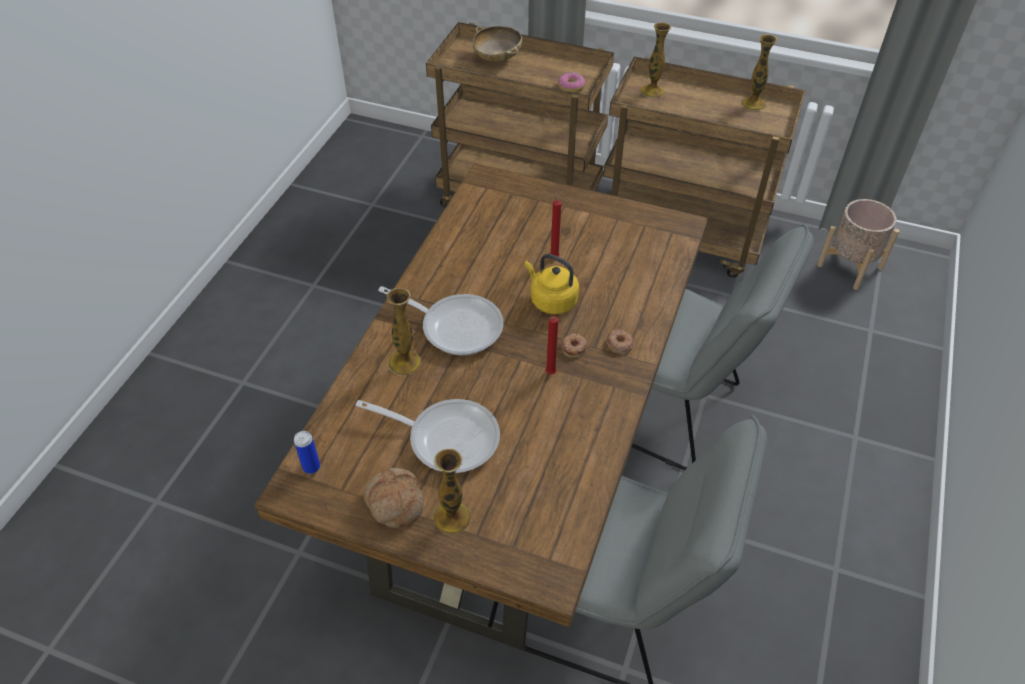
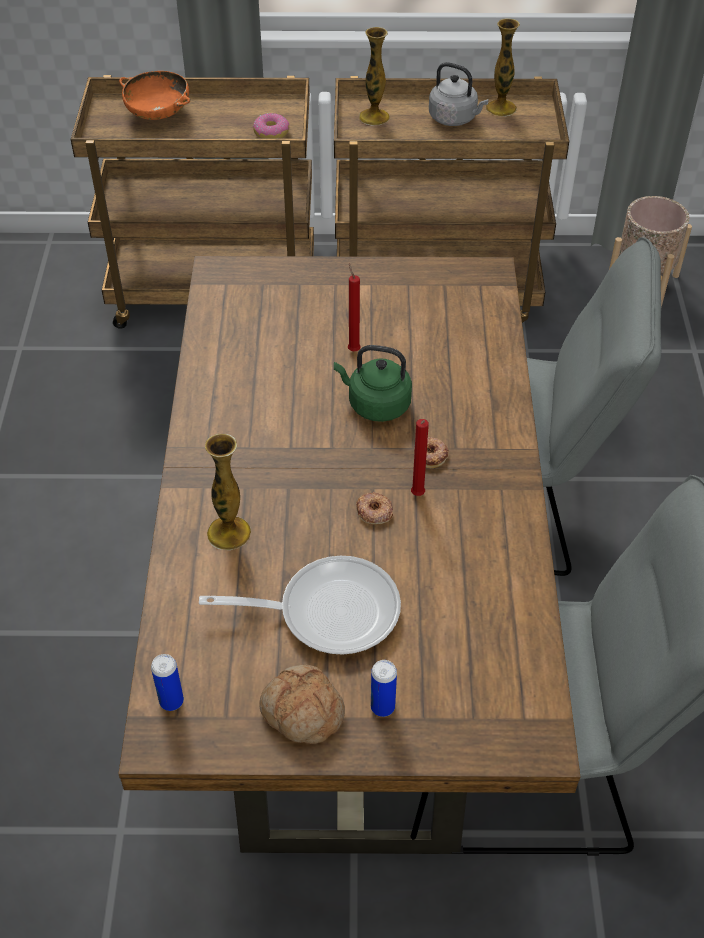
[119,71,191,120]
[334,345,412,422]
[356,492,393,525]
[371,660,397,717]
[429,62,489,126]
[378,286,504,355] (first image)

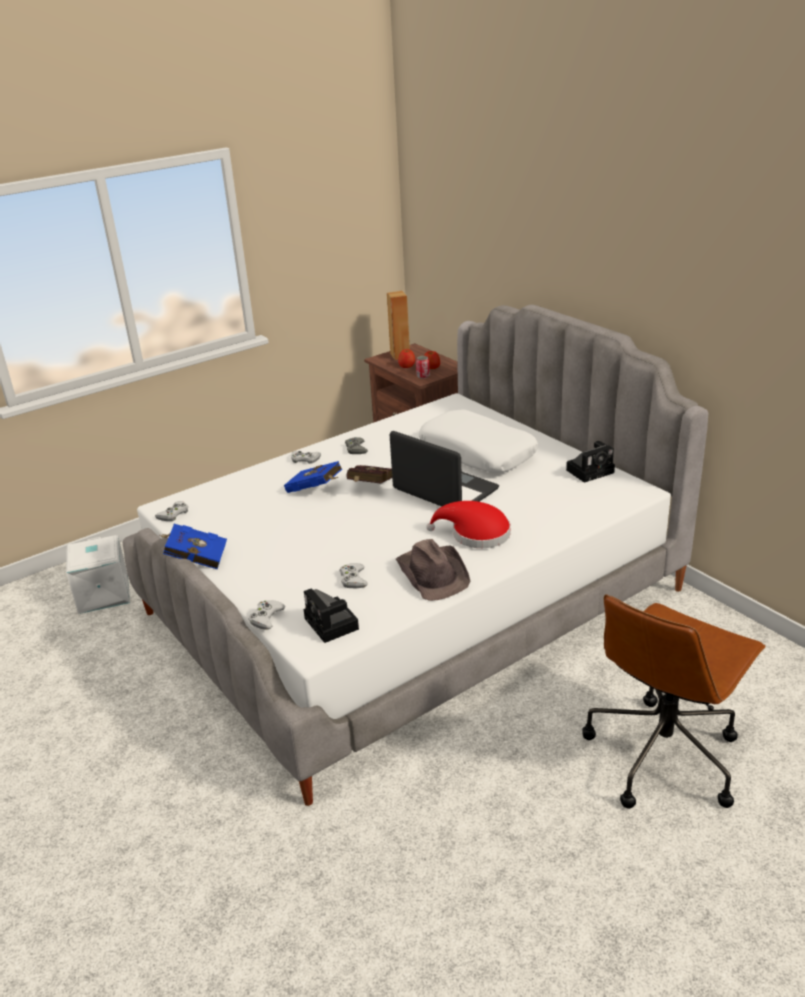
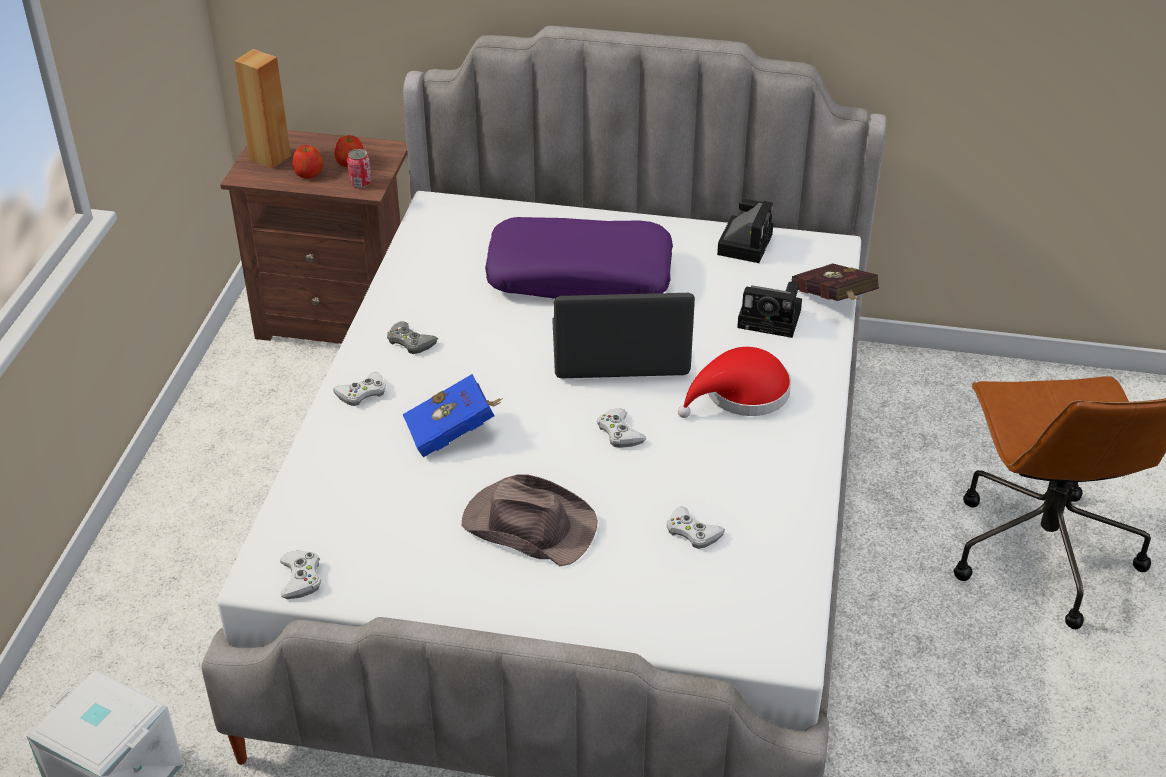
[461,474,598,566]
[485,217,673,299]
[597,408,646,448]
[737,282,802,338]
[792,263,879,301]
[160,524,227,570] (first image)

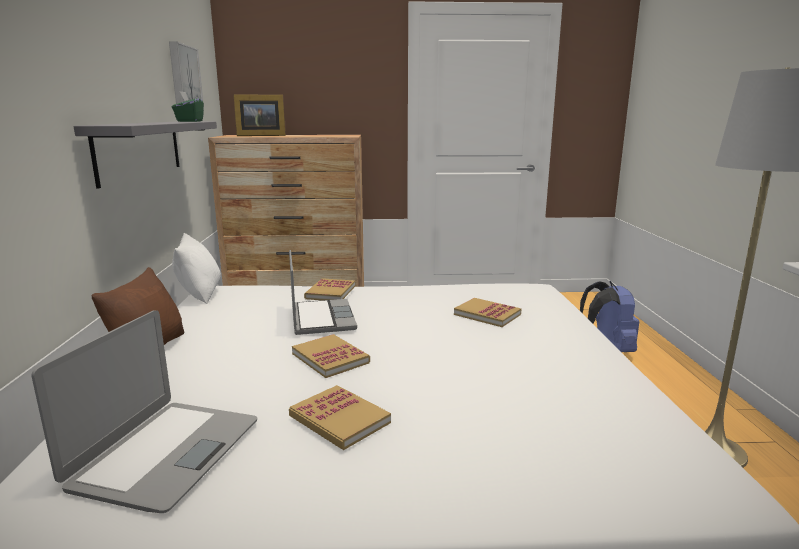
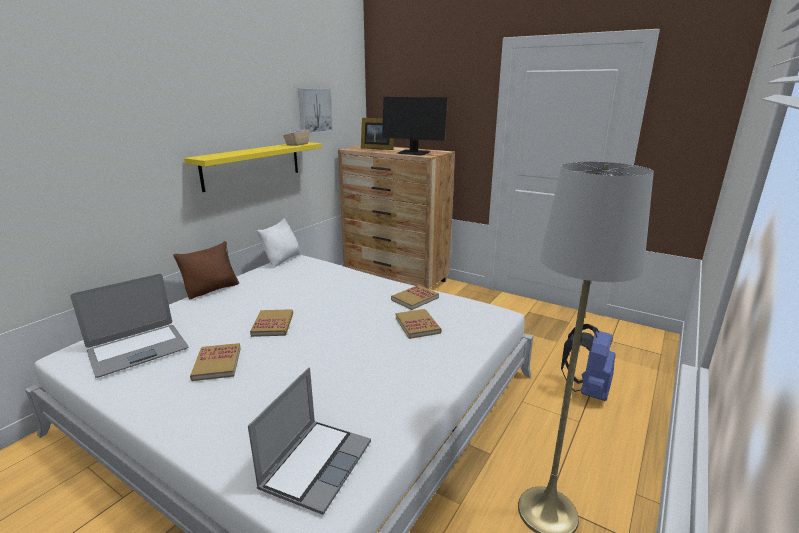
[184,142,322,192]
[248,367,371,515]
[283,124,310,146]
[382,97,447,155]
[391,285,439,310]

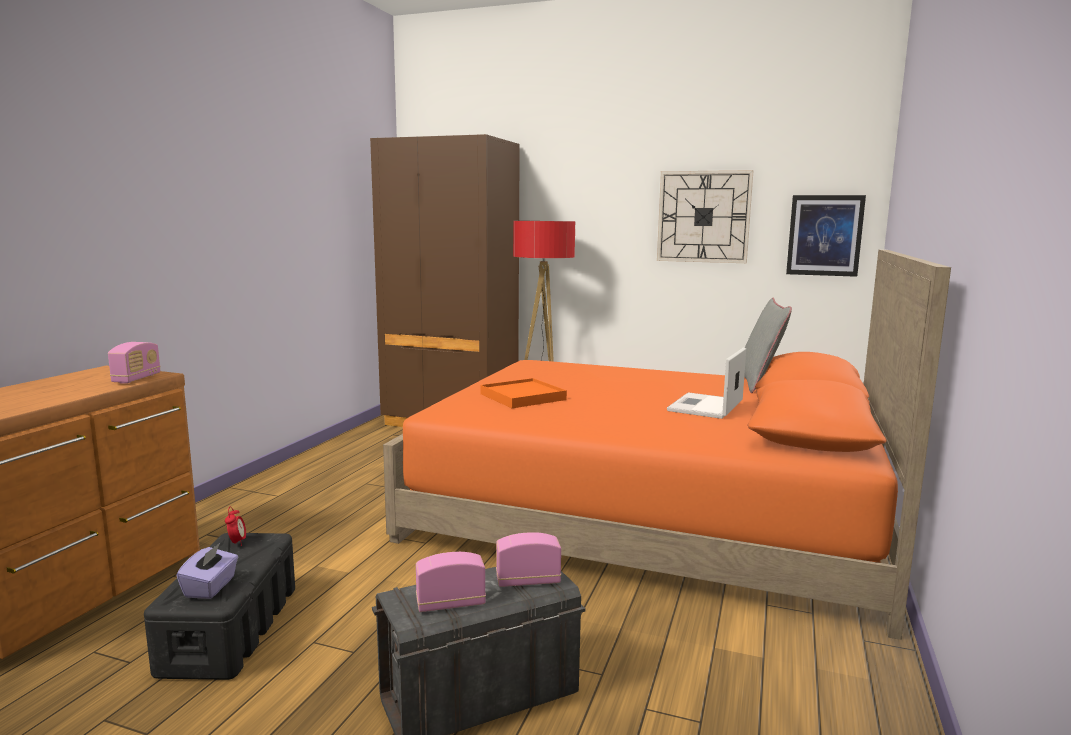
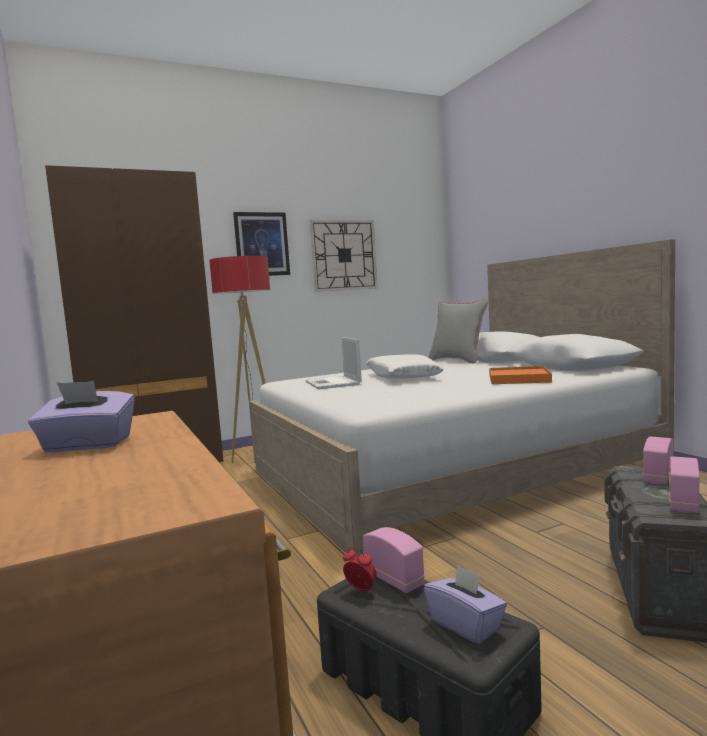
[28,381,135,452]
[233,212,290,276]
[249,239,675,557]
[306,337,362,389]
[363,527,425,593]
[366,354,444,379]
[489,366,552,384]

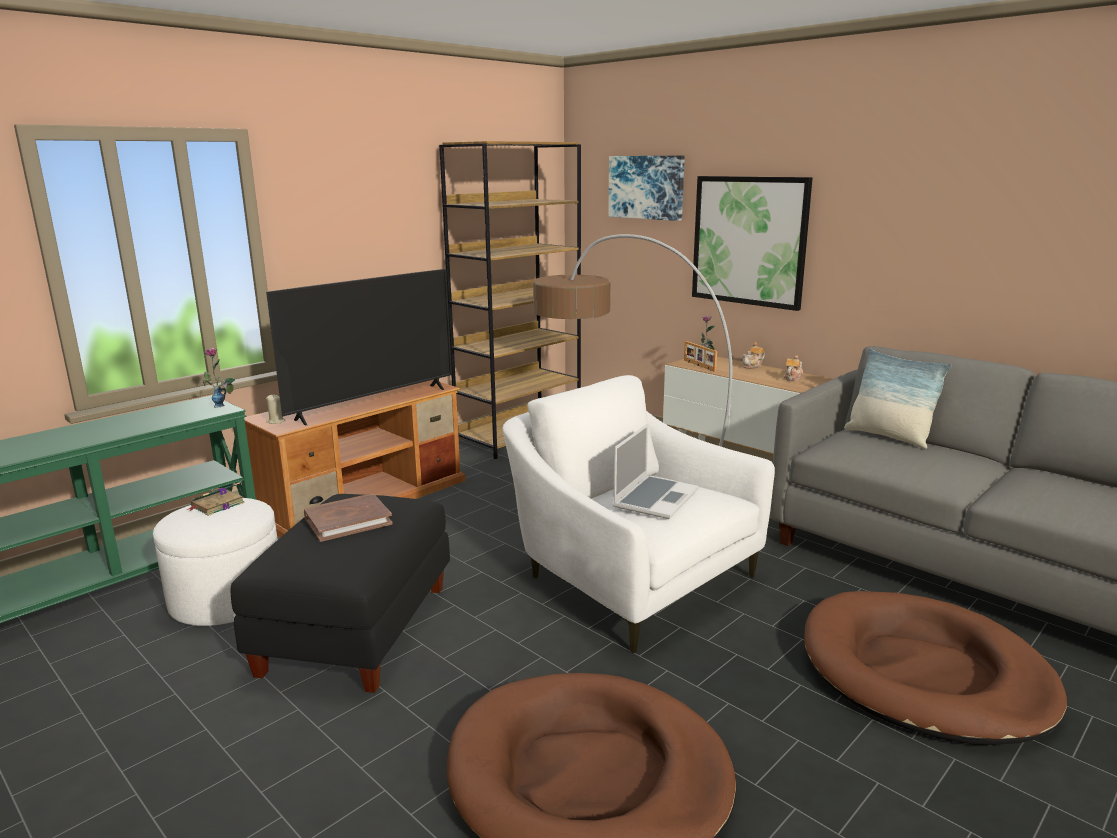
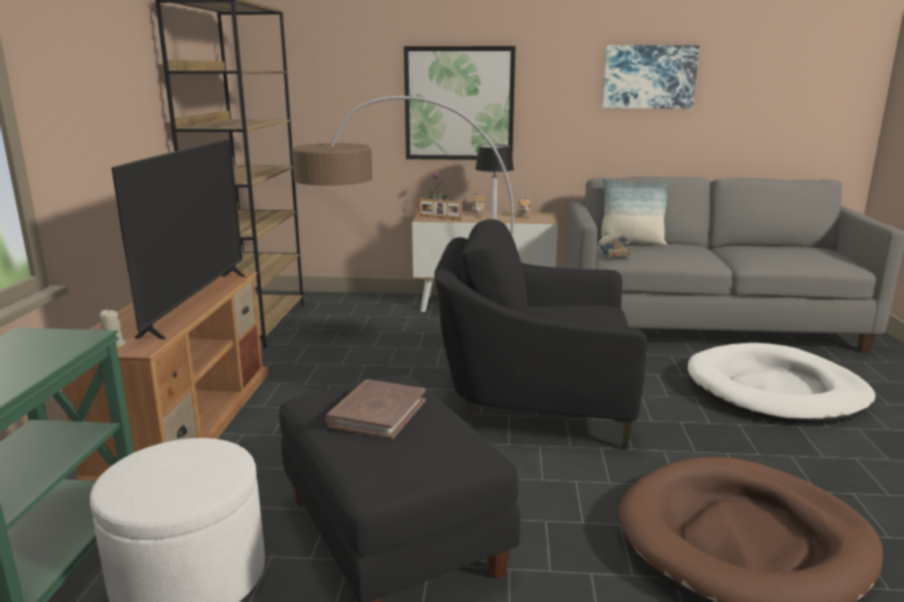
[434,219,647,450]
[475,144,514,220]
[601,235,632,257]
[602,45,699,109]
[688,343,875,423]
[203,348,235,408] (first image)
[613,424,699,519] (first image)

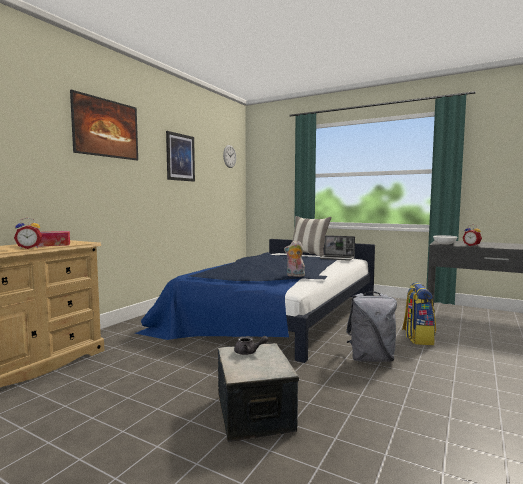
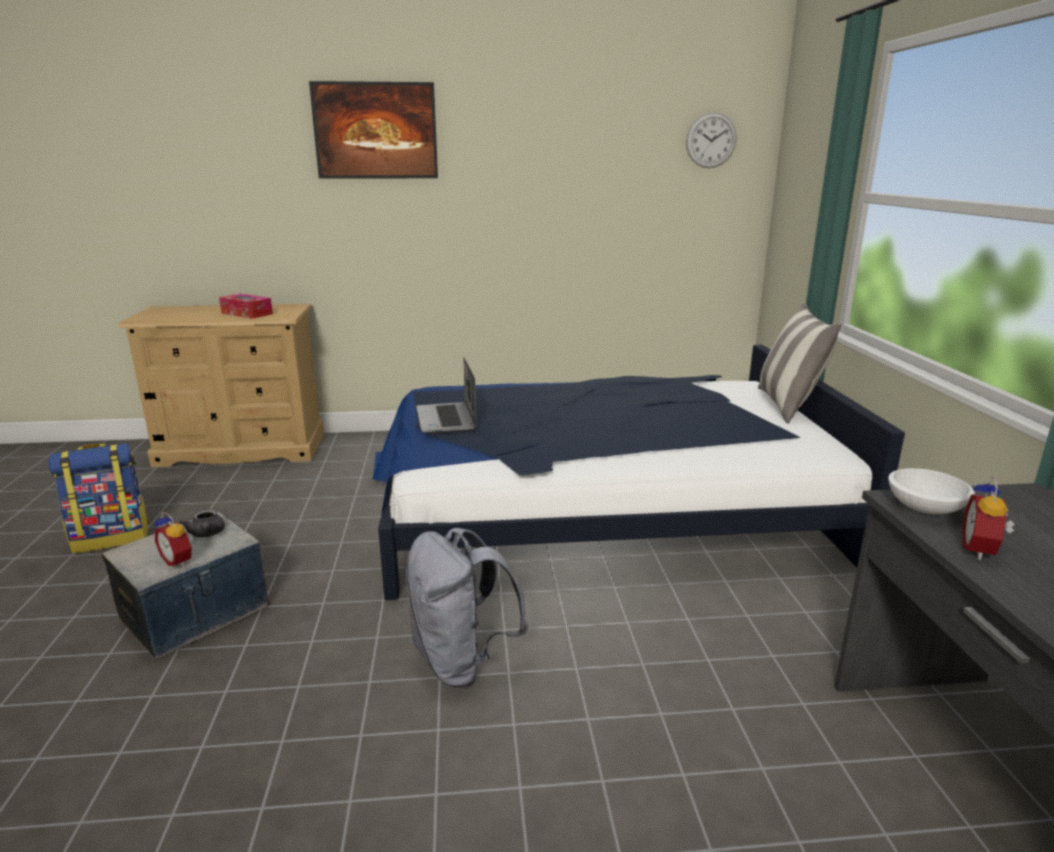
[48,443,149,553]
[155,512,193,567]
[416,357,476,433]
[166,131,195,182] (first image)
[284,241,305,277] (first image)

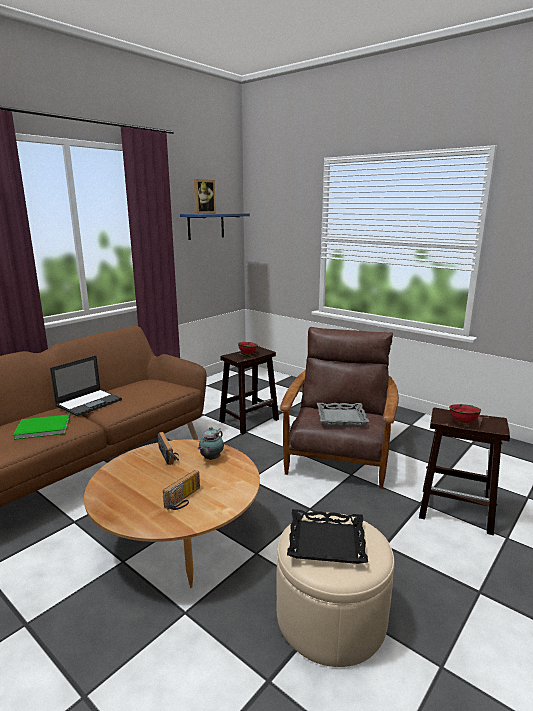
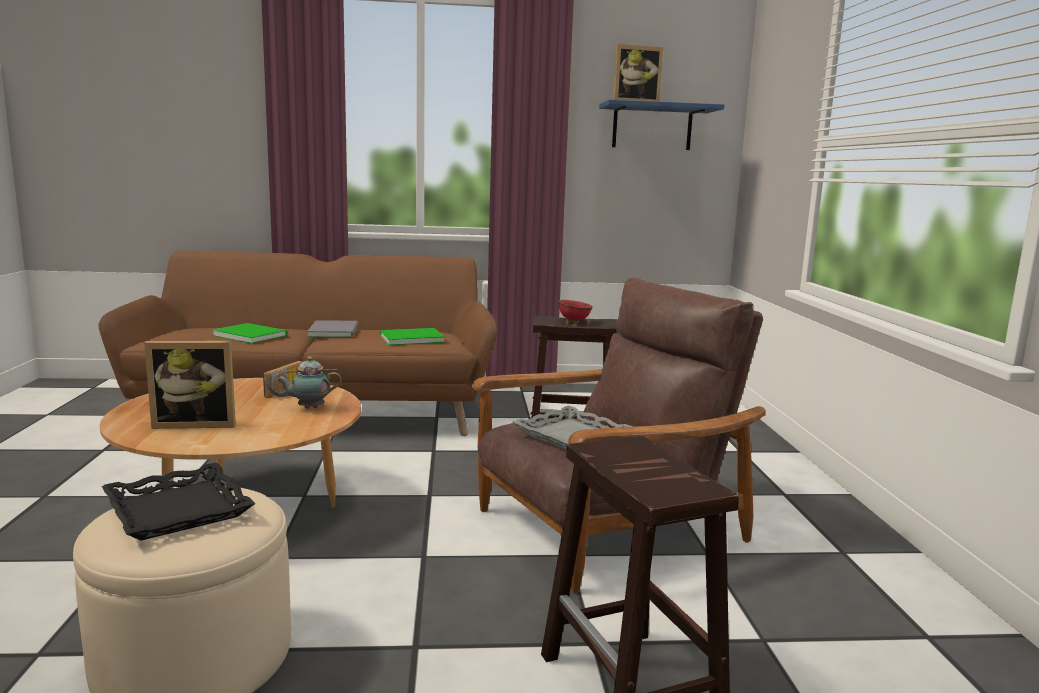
[144,341,236,429]
[307,320,358,337]
[380,328,445,345]
[449,404,481,425] (first image)

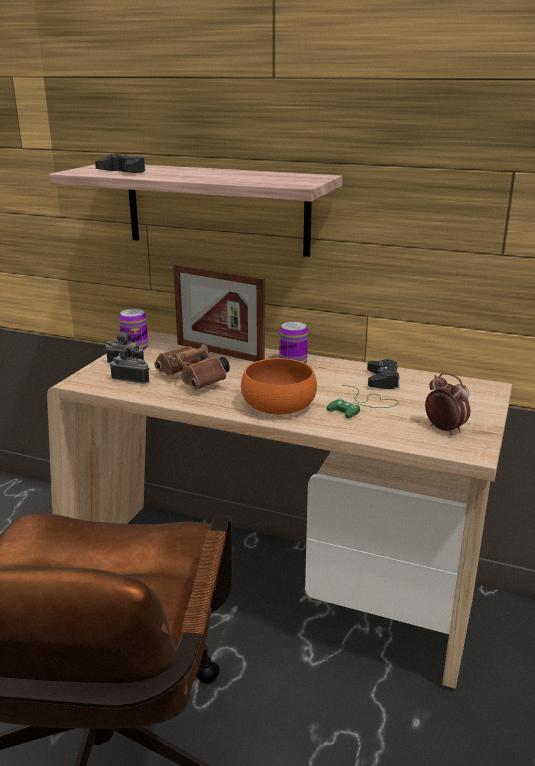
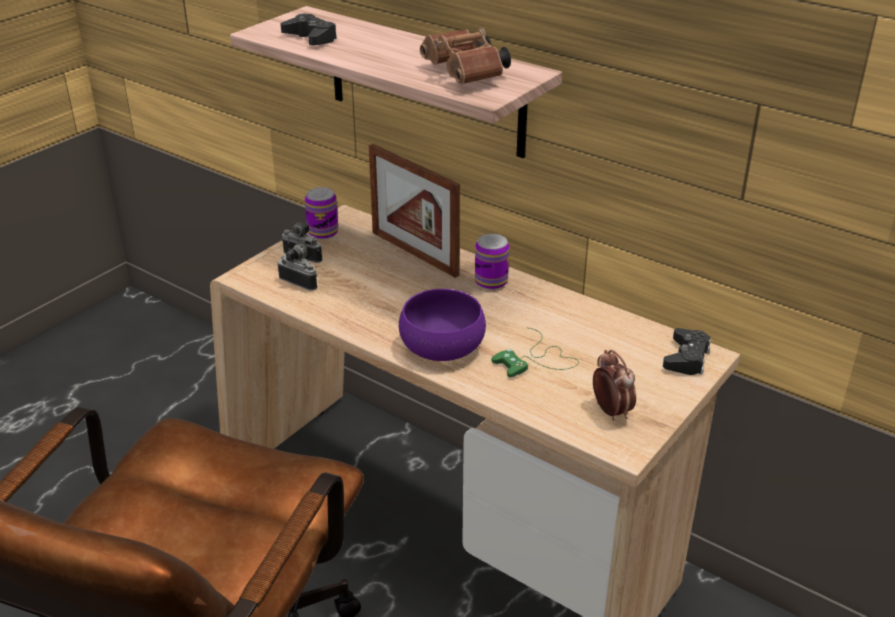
[399,289,486,361]
[420,28,511,85]
[663,328,711,375]

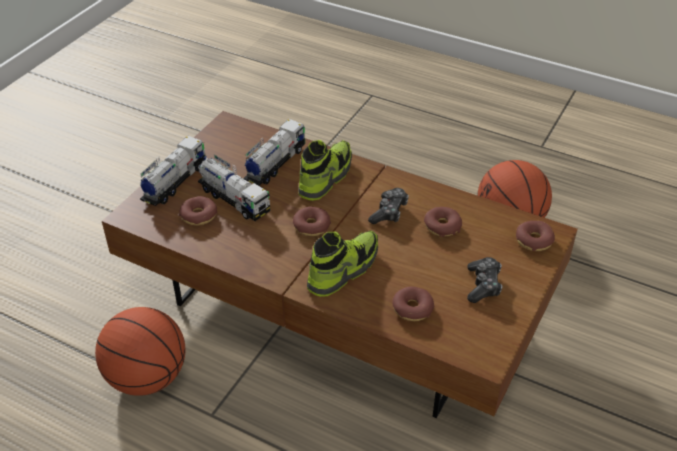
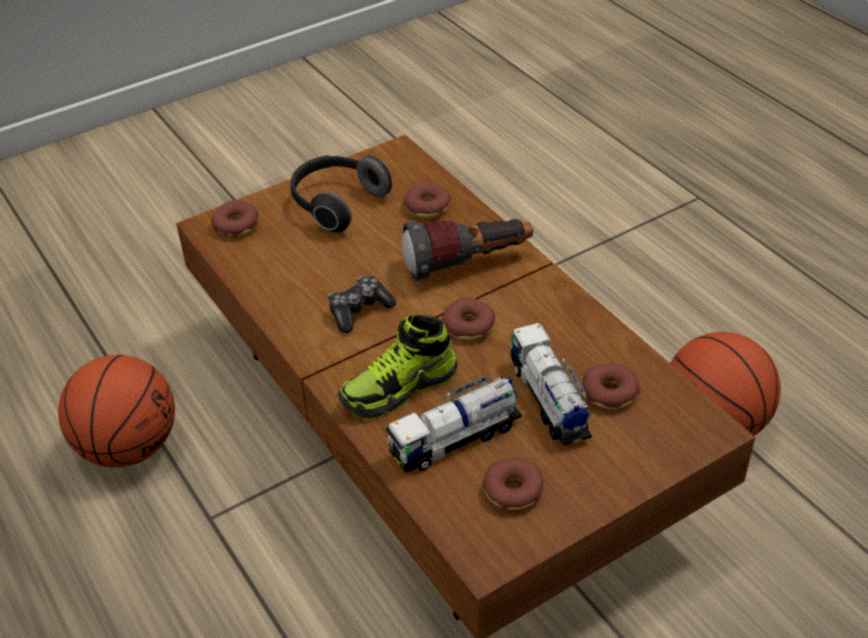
[290,155,392,232]
[402,219,533,282]
[483,458,543,511]
[140,136,205,206] (first image)

